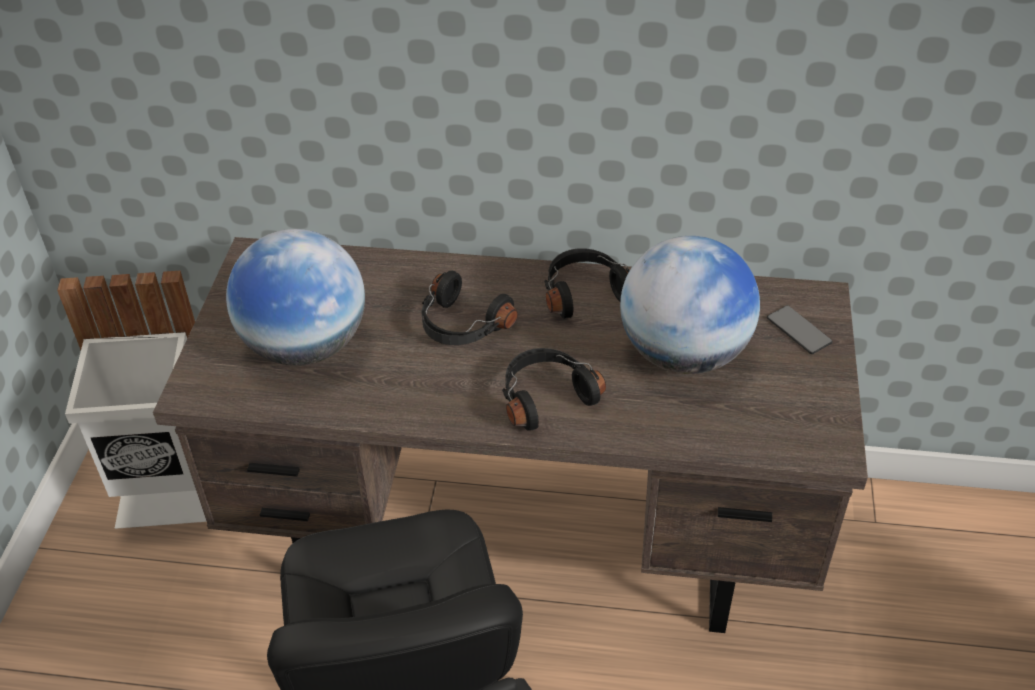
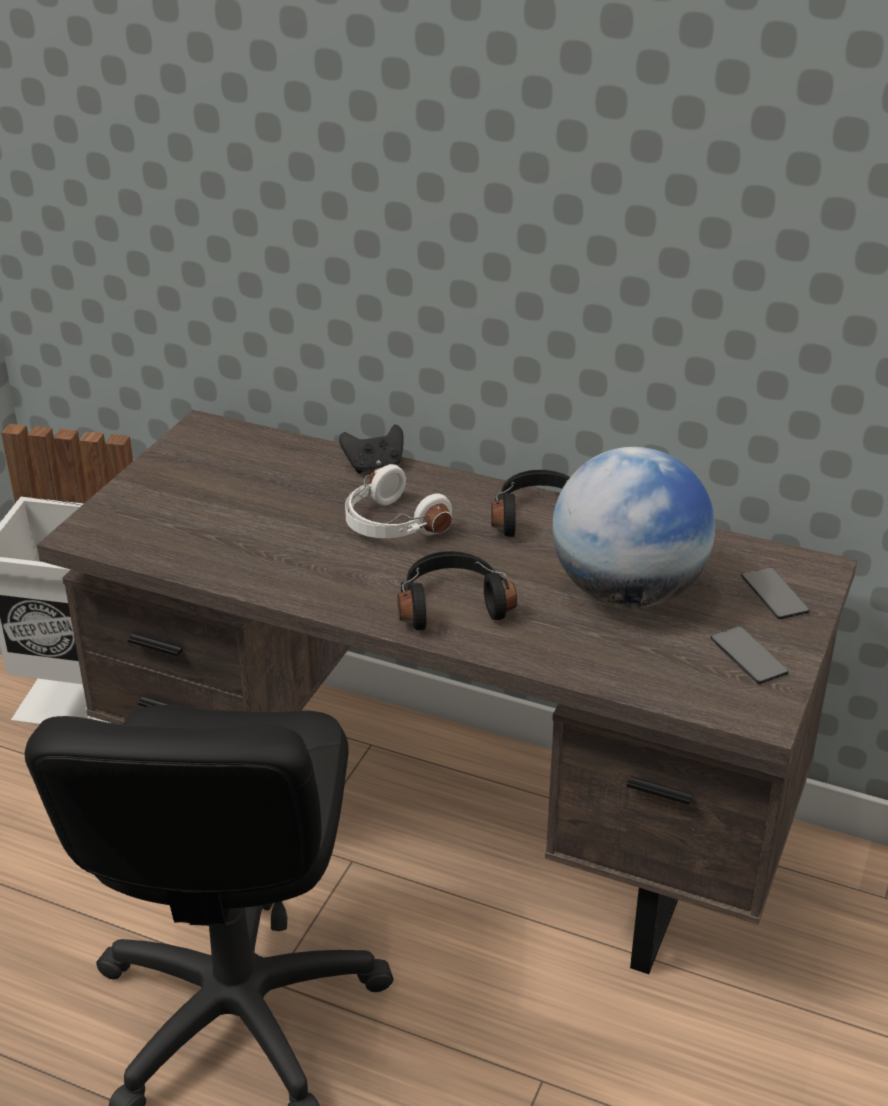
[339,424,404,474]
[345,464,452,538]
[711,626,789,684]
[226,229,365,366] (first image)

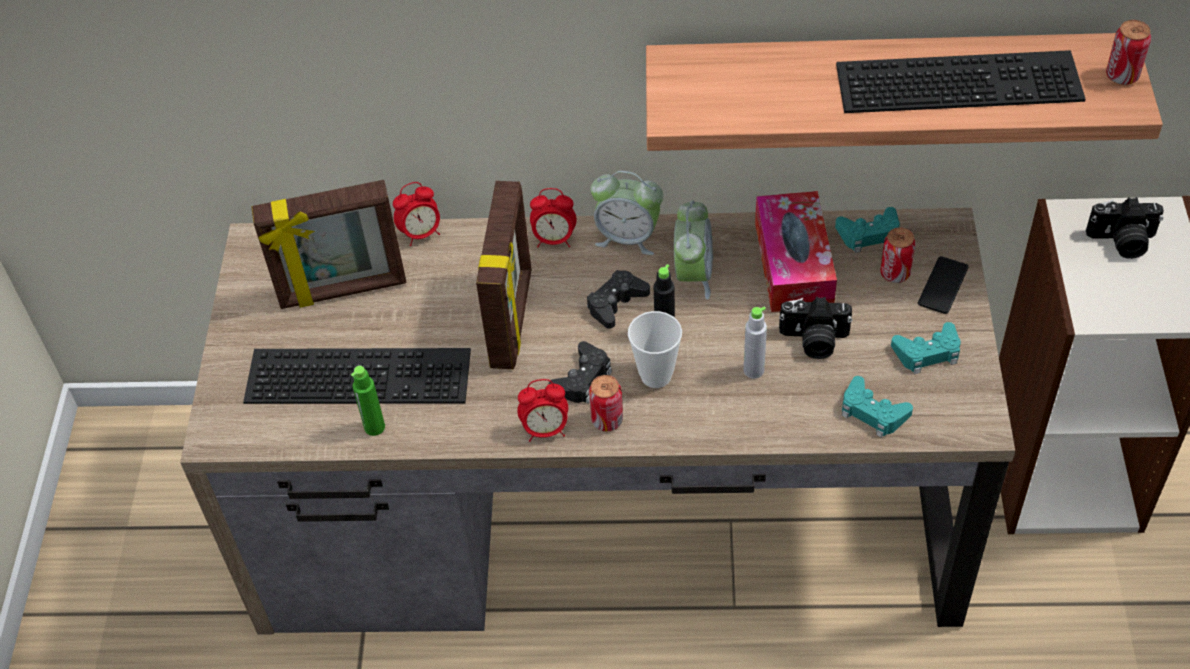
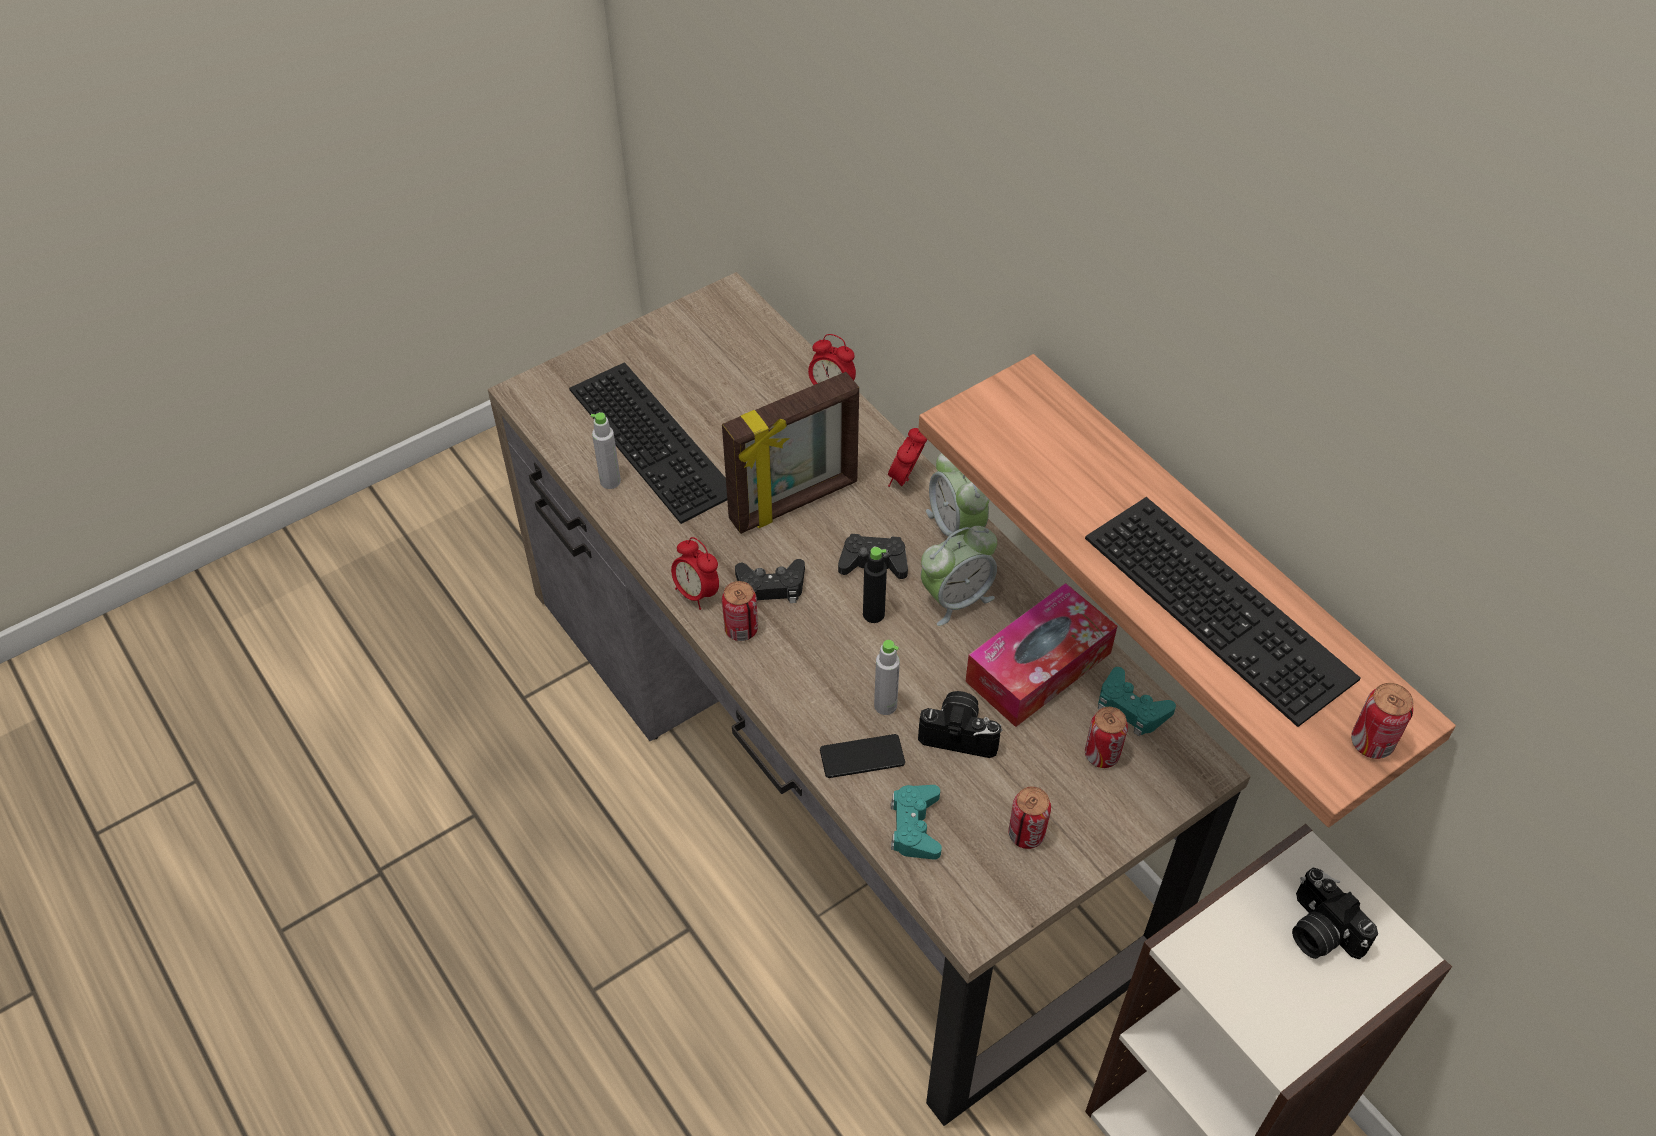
[591,412,621,489]
[820,734,905,778]
[888,428,927,487]
[918,691,1002,758]
[1008,787,1051,849]
[251,180,407,309] (first image)
[628,311,682,388] (first image)

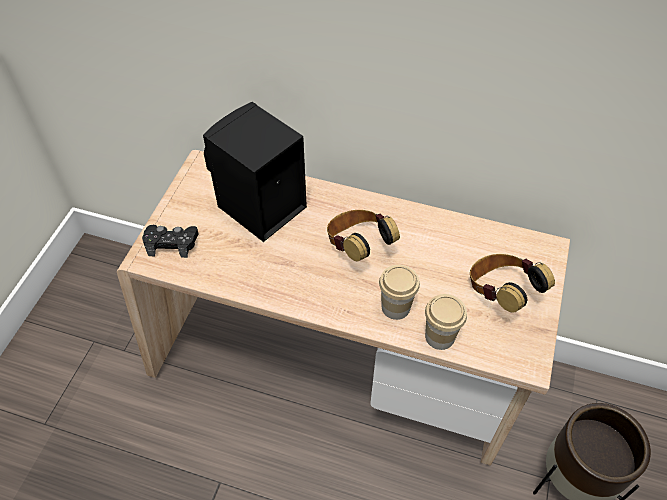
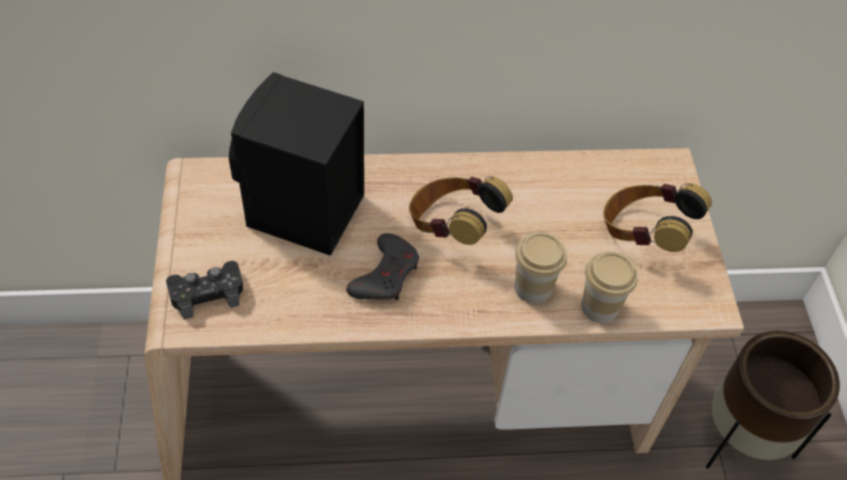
[346,233,419,300]

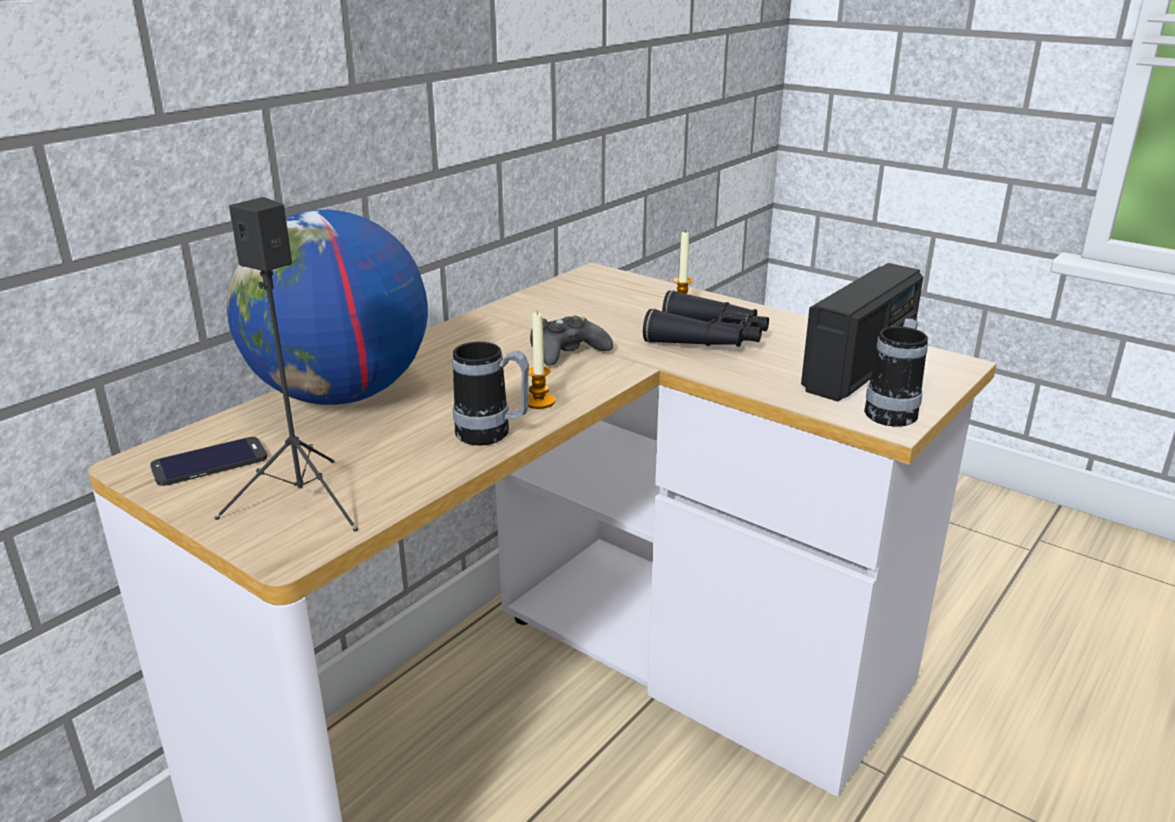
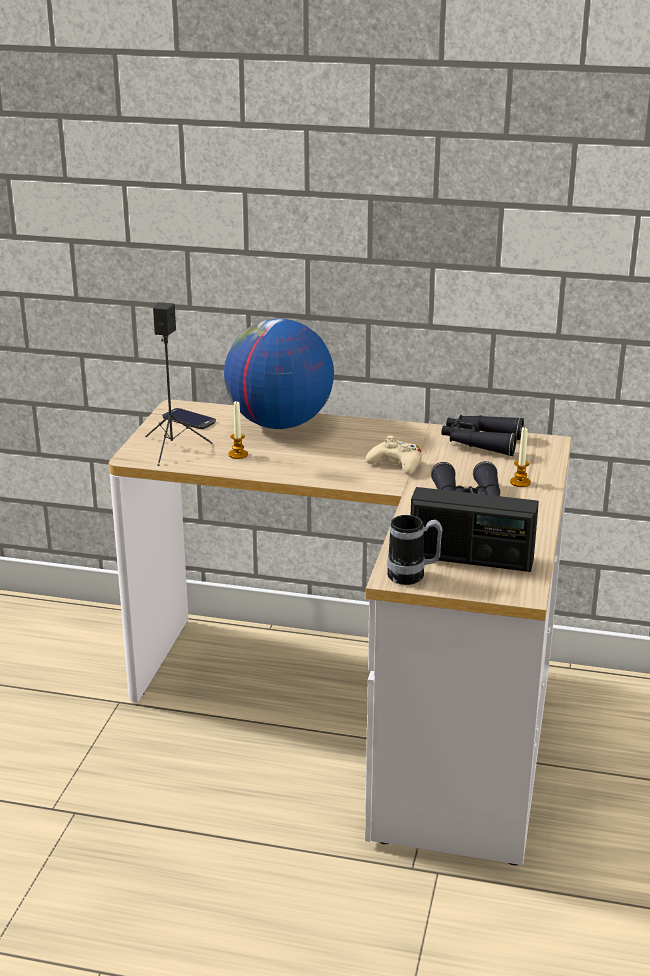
[228,400,248,459]
[366,435,422,475]
[441,415,524,456]
[452,342,529,445] (first image)

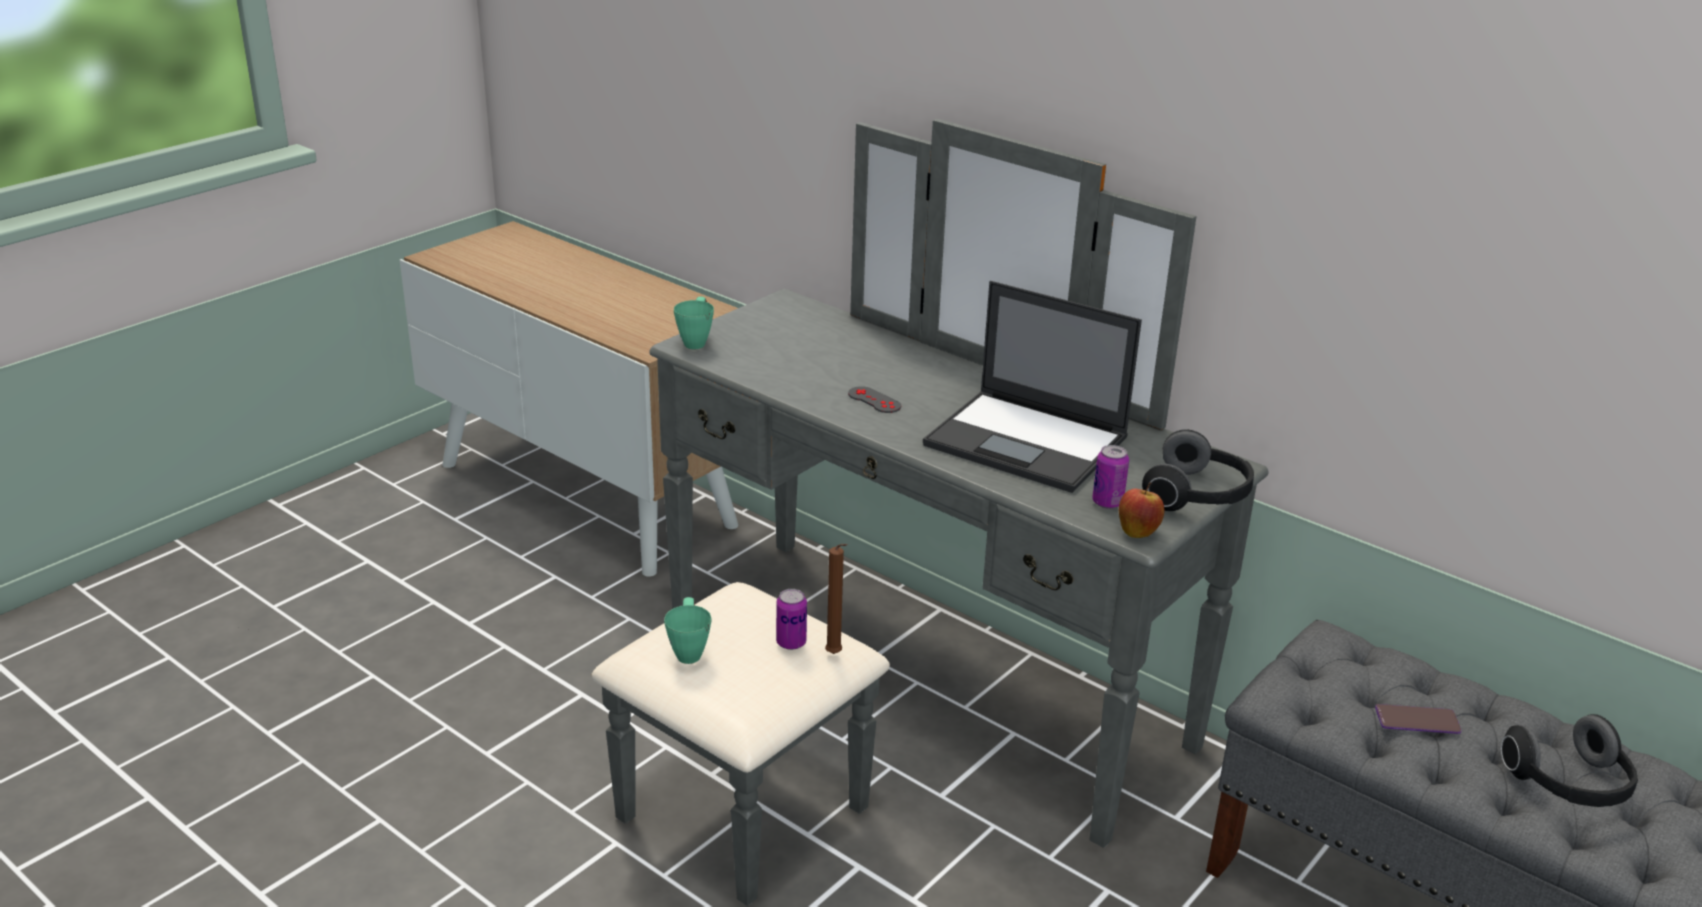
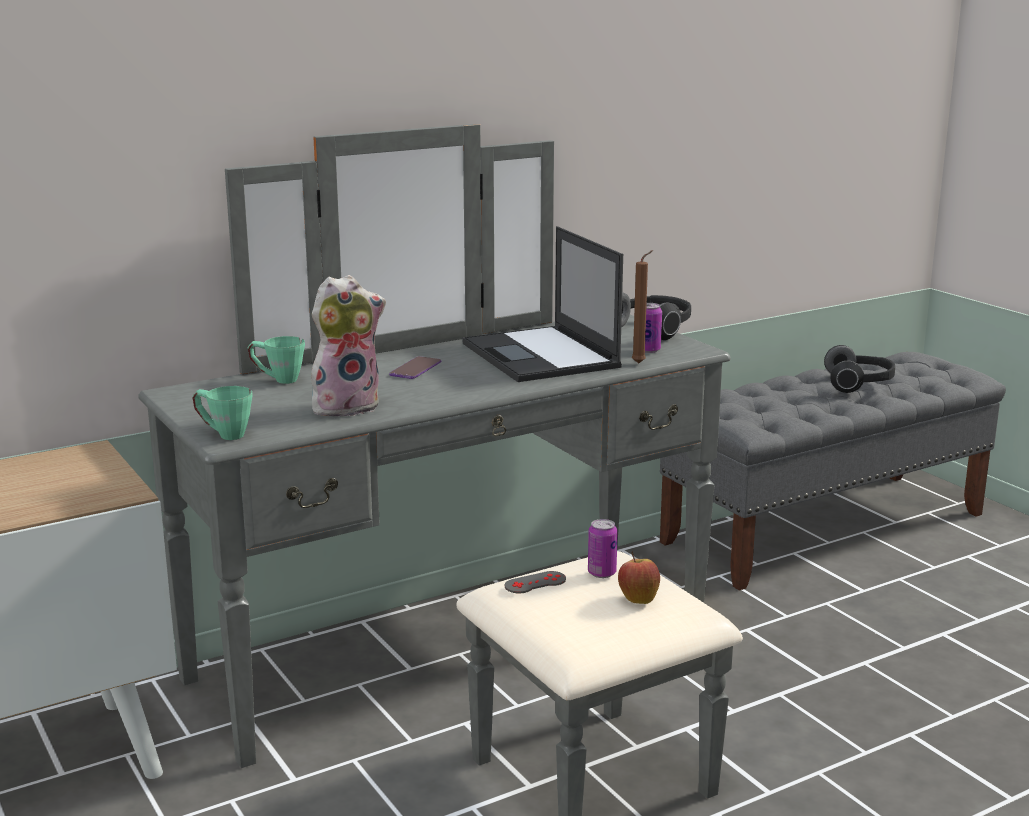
[247,336,305,384]
[311,275,386,416]
[389,356,441,379]
[462,226,623,382]
[505,571,566,593]
[618,551,660,604]
[632,250,653,364]

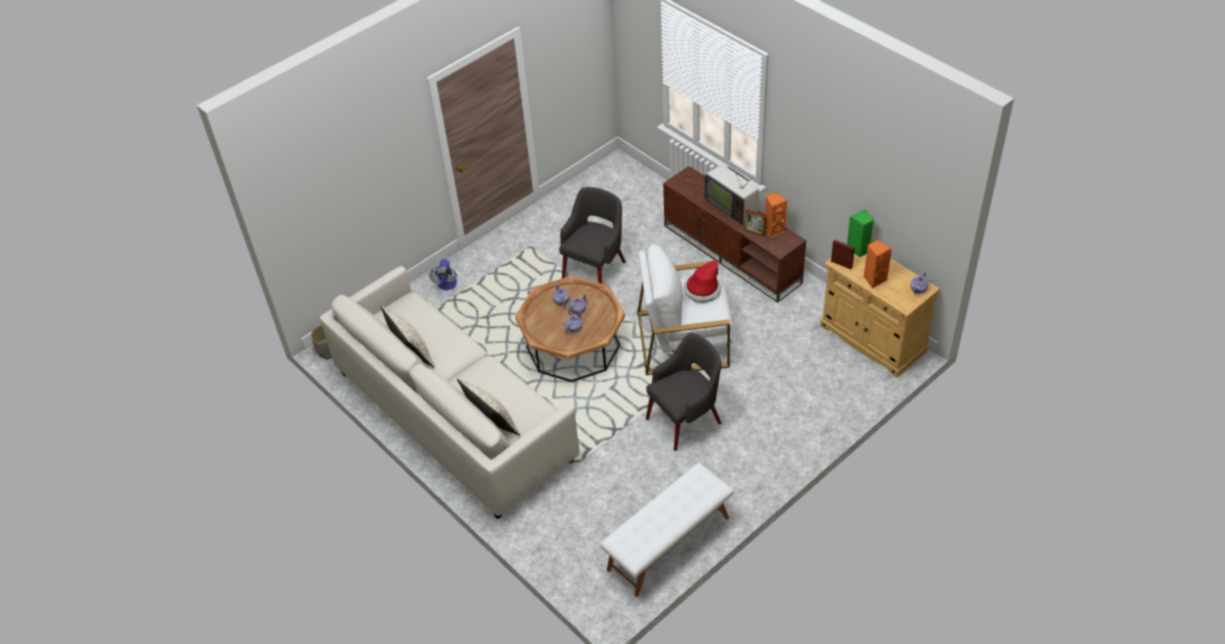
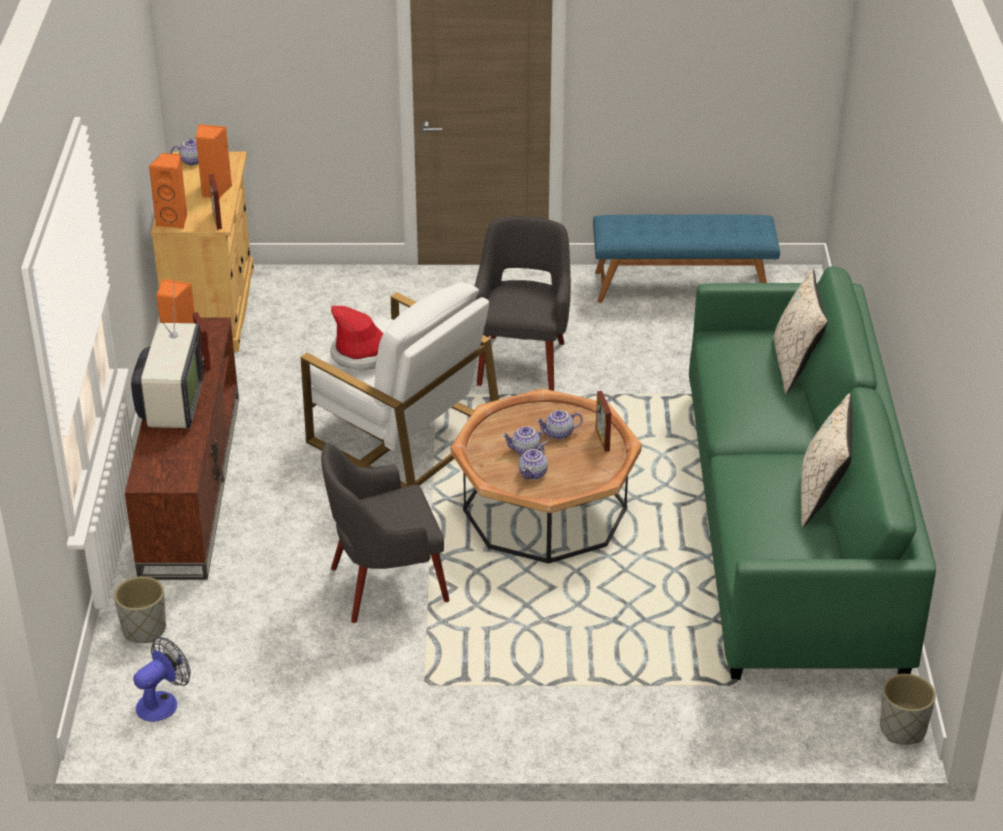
[114,576,166,643]
[133,637,190,722]
[149,153,187,229]
[475,216,571,391]
[593,214,780,303]
[596,391,611,452]
[689,266,936,680]

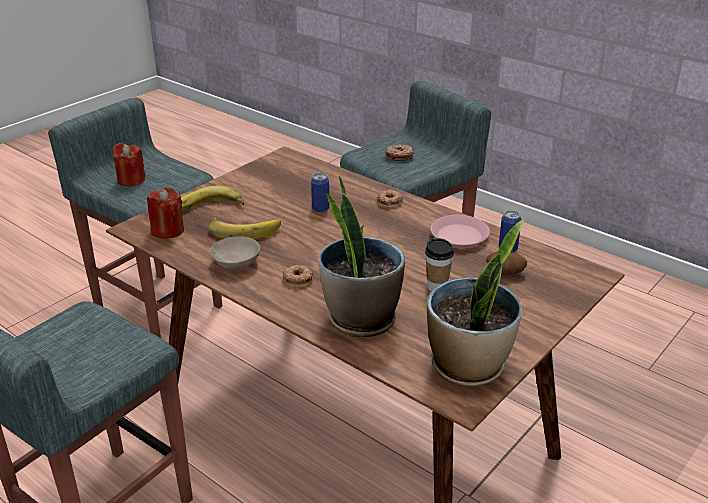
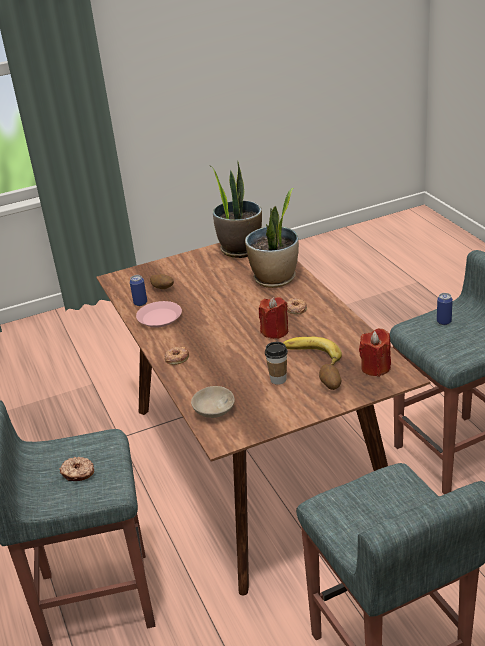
[191,386,235,418]
[259,297,288,339]
[265,342,288,385]
[319,364,341,390]
[437,293,453,325]

